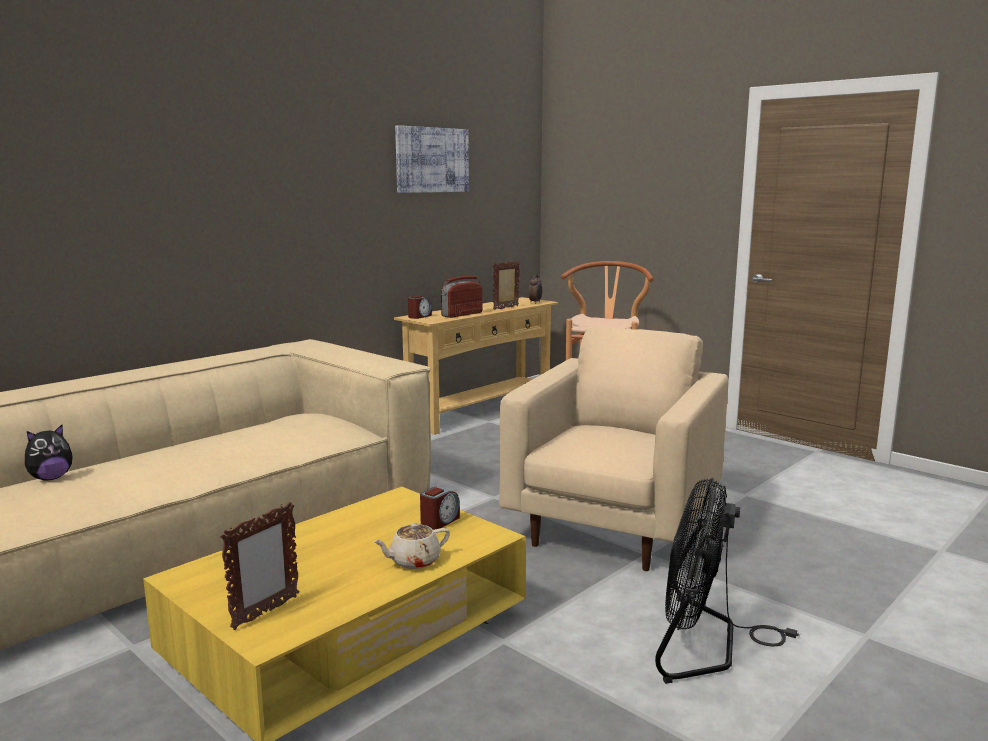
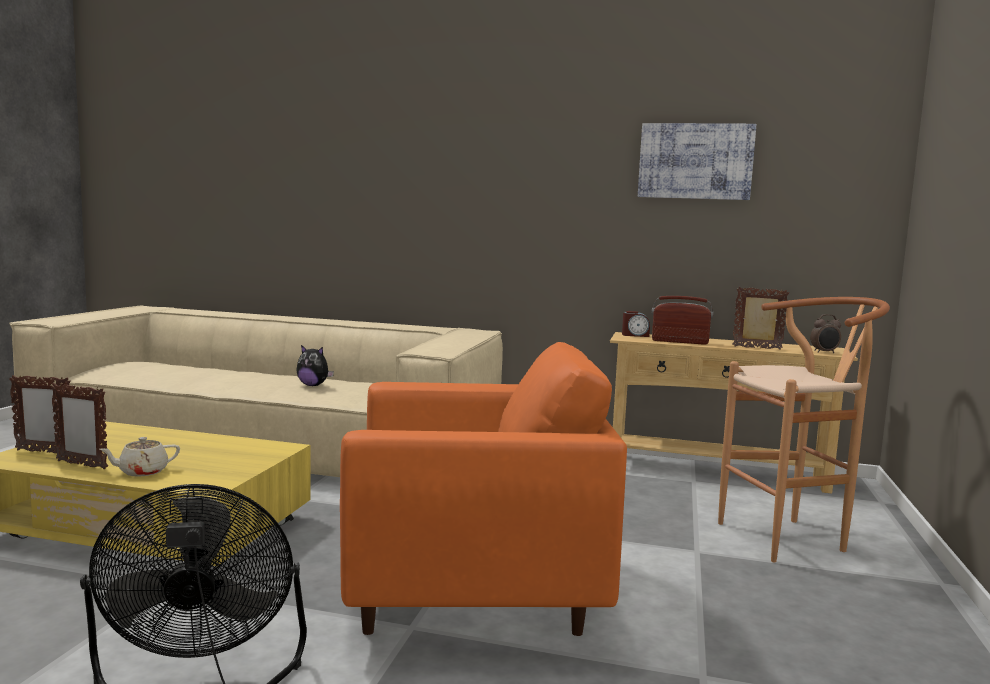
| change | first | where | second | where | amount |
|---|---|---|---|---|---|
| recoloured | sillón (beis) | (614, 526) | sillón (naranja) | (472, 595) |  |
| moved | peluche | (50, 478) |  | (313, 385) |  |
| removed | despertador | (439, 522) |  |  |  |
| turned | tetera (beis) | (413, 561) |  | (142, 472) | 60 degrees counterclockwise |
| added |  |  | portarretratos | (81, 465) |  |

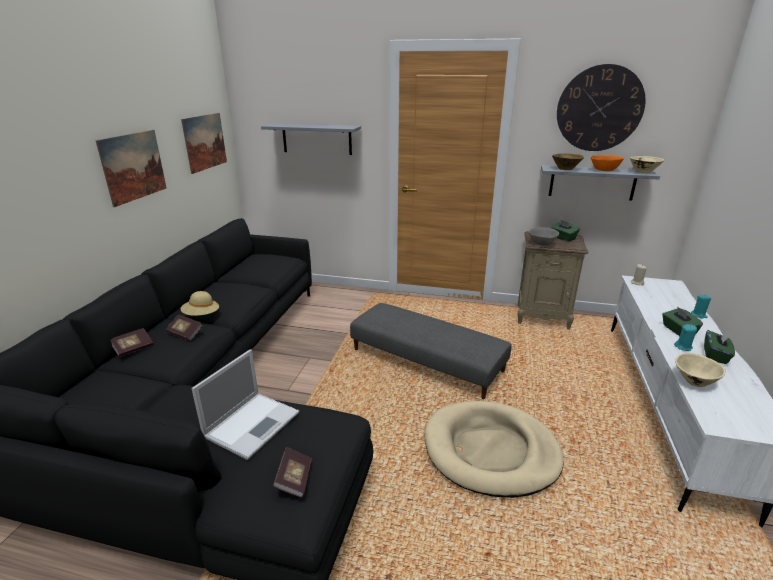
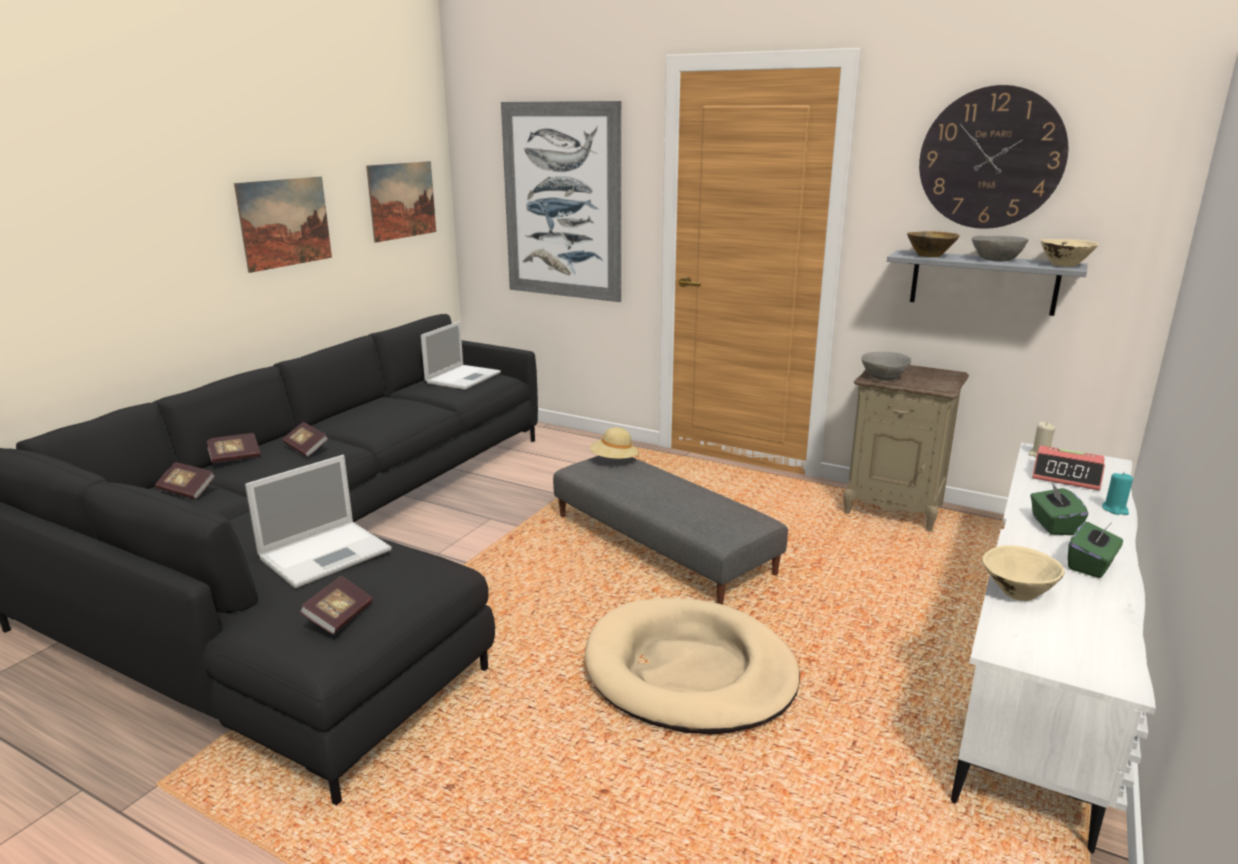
| change | first | where | second | where | amount |
|---|---|---|---|---|---|
| replaced | estante (gris) | (317, 139) | cuadro | (562, 202) |  |
| recoloured | cuenco (naranja) | (604, 170) | cuenco (gris) | (996, 260) |  |
| removed | caja de pañuelos (verde) | (563, 238) |  |  |  |
| moved | sombrero (beis) | (201, 315) |  | (614, 461) |  |
| removed | vela (turquesa) | (683, 347) |  |  |  |
| added |  |  | portátil | (464, 377) |  |
| added |  |  | despertador | (1066, 476) |  |
| added |  |  | libro | (187, 491) |  |

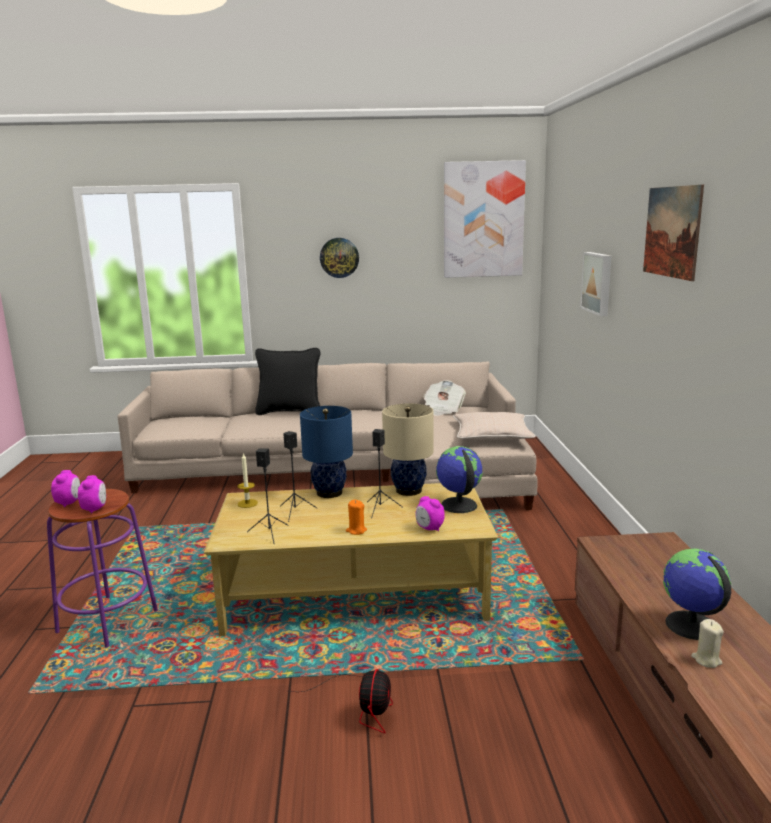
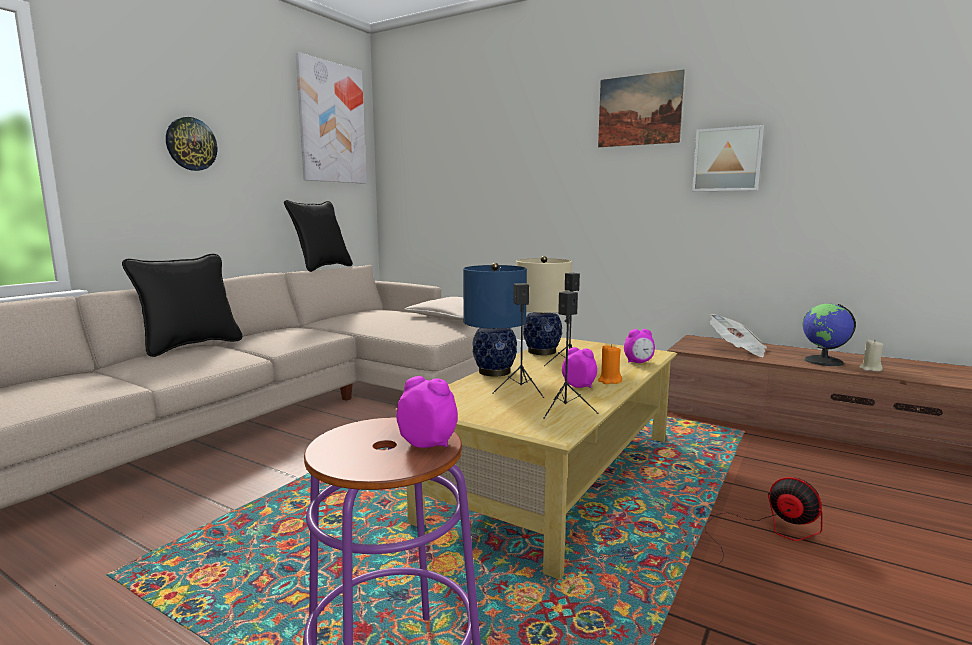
| change | first | where | second | where | amount |
|---|---|---|---|---|---|
| moved | cuadro | (598, 283) |  | (727, 159) |  |
| moved | periódico | (443, 409) |  | (737, 350) |  |
| removed | globo terráqueo | (458, 505) |  |  |  |
| removed | vela | (247, 503) |  |  |  |
| moved | despertador | (69, 503) |  | (579, 386) |  |
| added |  |  | cojín (negro) | (322, 268) |  |

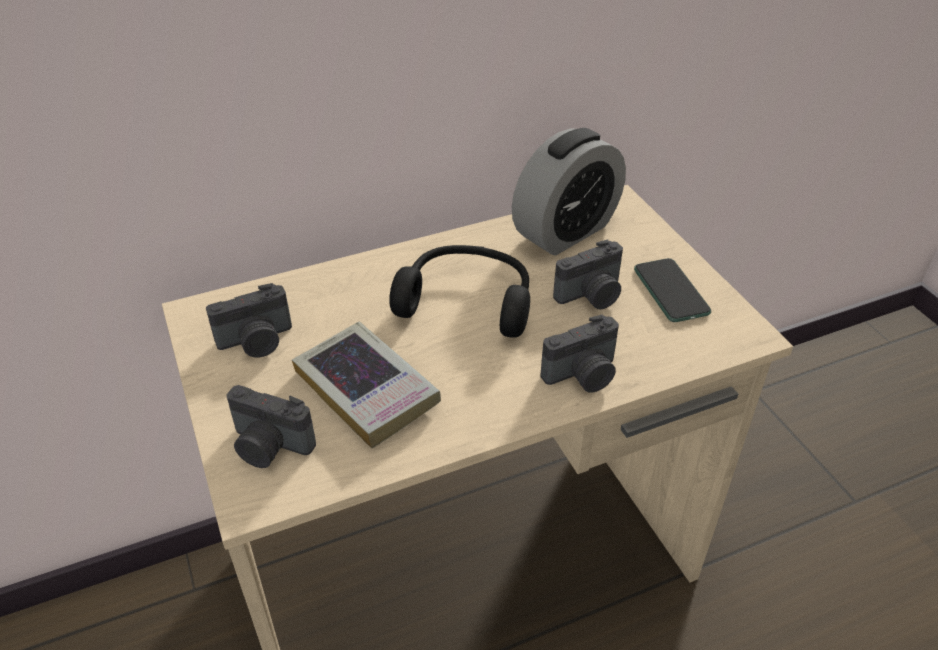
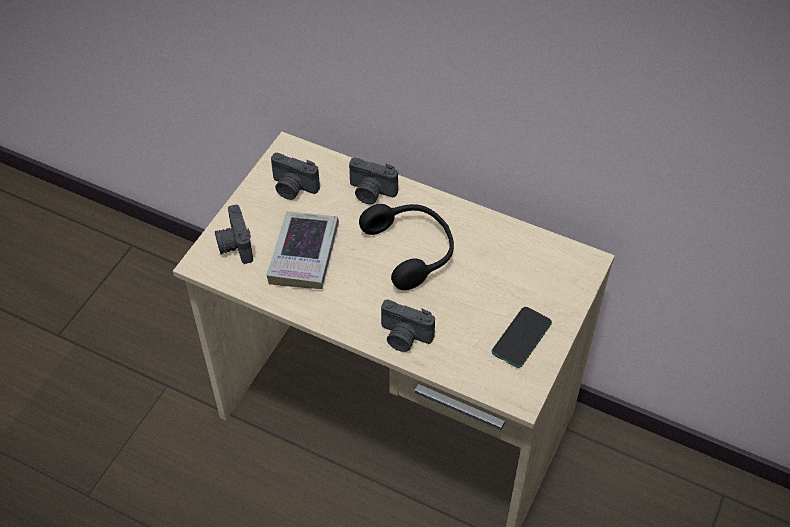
| change | first | where | second | where | amount |
|---|---|---|---|---|---|
| removed | despertador | (565, 231) |  |  |  |
| moved | cámara | (591, 296) |  | (371, 192) |  |

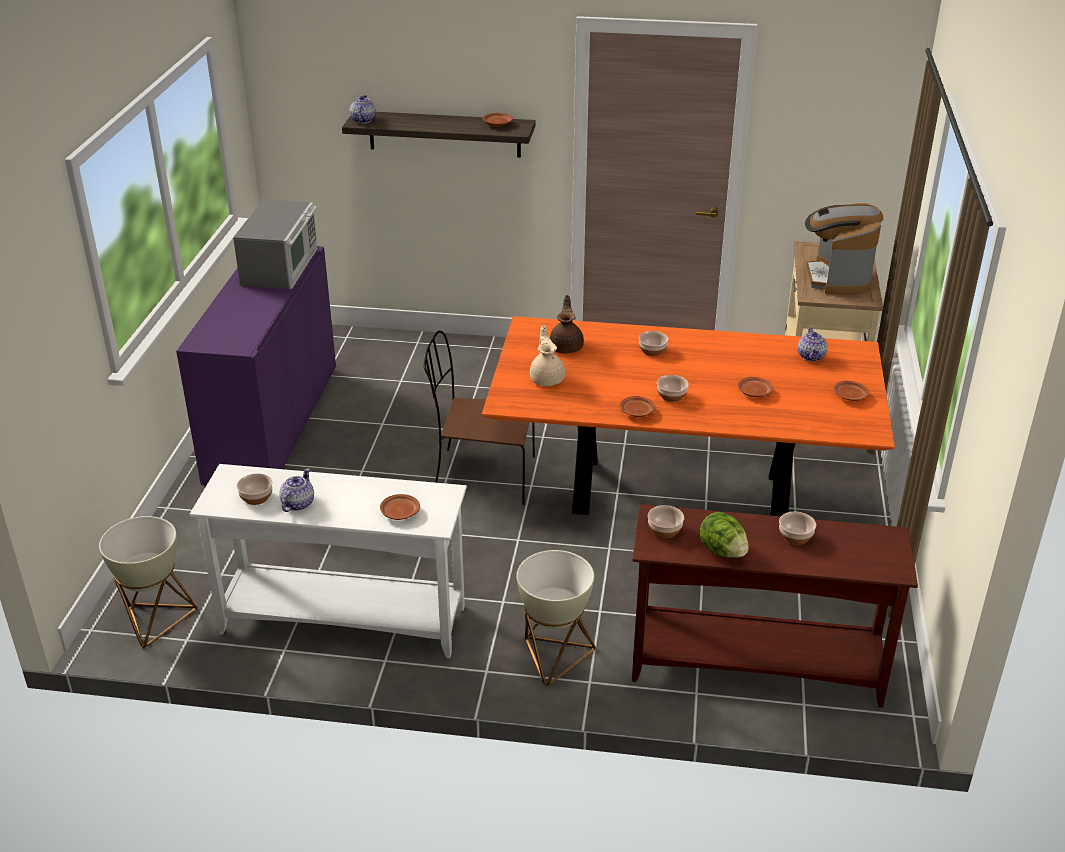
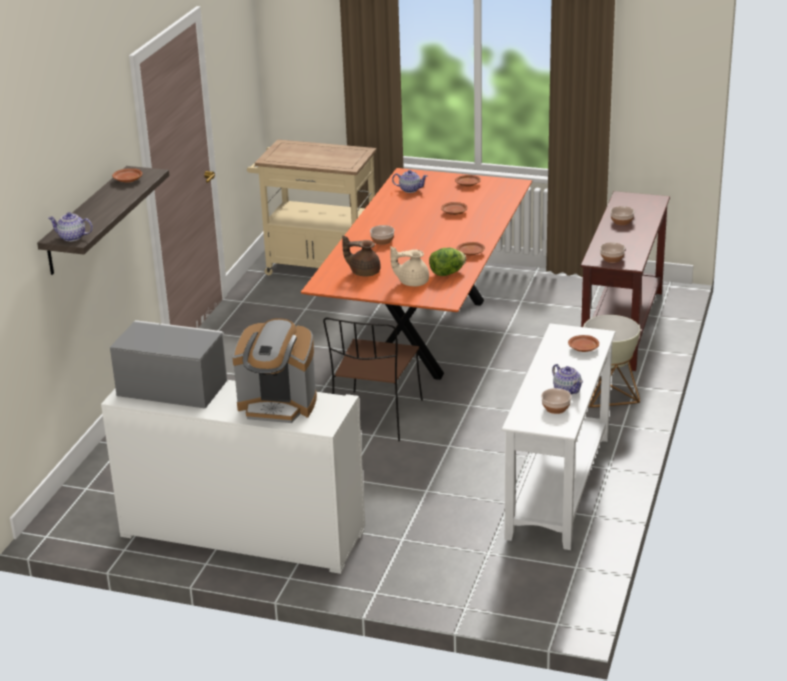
| change | first | where | second | where | amount |
|---|---|---|---|---|---|
| moved | cafetera | (836, 279) |  | (278, 405) |  |
| recoloured | armario (morado) | (273, 423) | armario (blanco) | (242, 532) |  |
| removed | cuenco | (671, 396) |  |  |  |
| turned | tetera | (297, 504) |  | (567, 390) | 150 degrees counterclockwise |
| moved | lechuga | (722, 551) |  | (447, 273) |  |
| removed | maceta | (156, 619) |  |  |  |

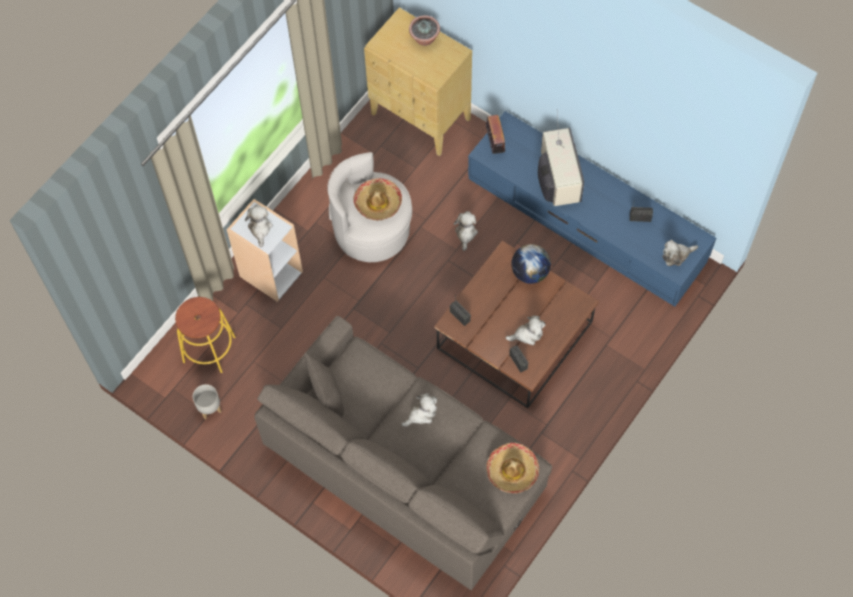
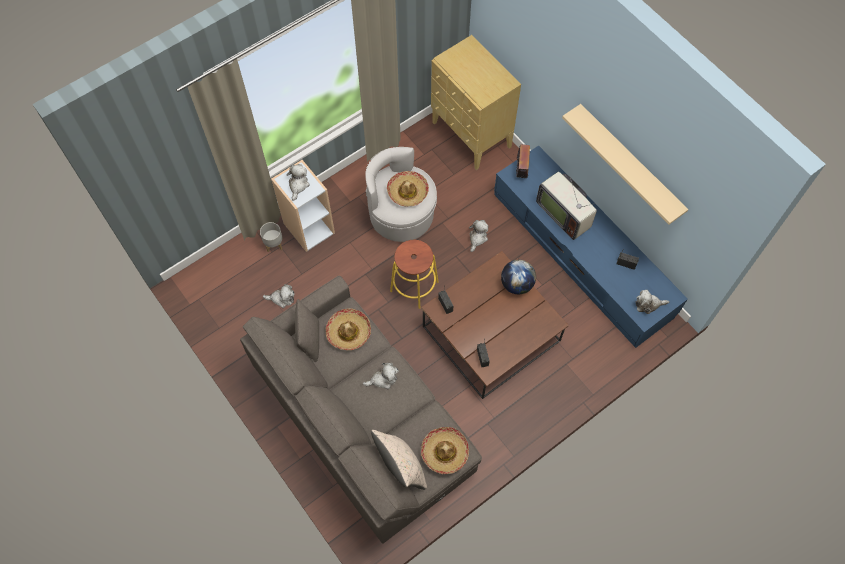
| change | first | where | second | where | amount |
|---|---|---|---|---|---|
| removed | planta en maceta | (424, 39) |  |  |  |
| turned | televisor | (557, 180) |  | (564, 213) | 135 degrees clockwise |
| moved | taburete (amarillo) | (209, 349) |  | (414, 286) |  |
| moved | peluche | (527, 334) |  | (282, 298) |  |
| moved | maceta (gris) | (209, 408) |  | (274, 244) |  |
| added |  |  | estante (beis) | (630, 162) |  |
| added |  |  | sombrero | (348, 332) |  |
| added |  |  | cojín (beis) | (401, 467) |  |

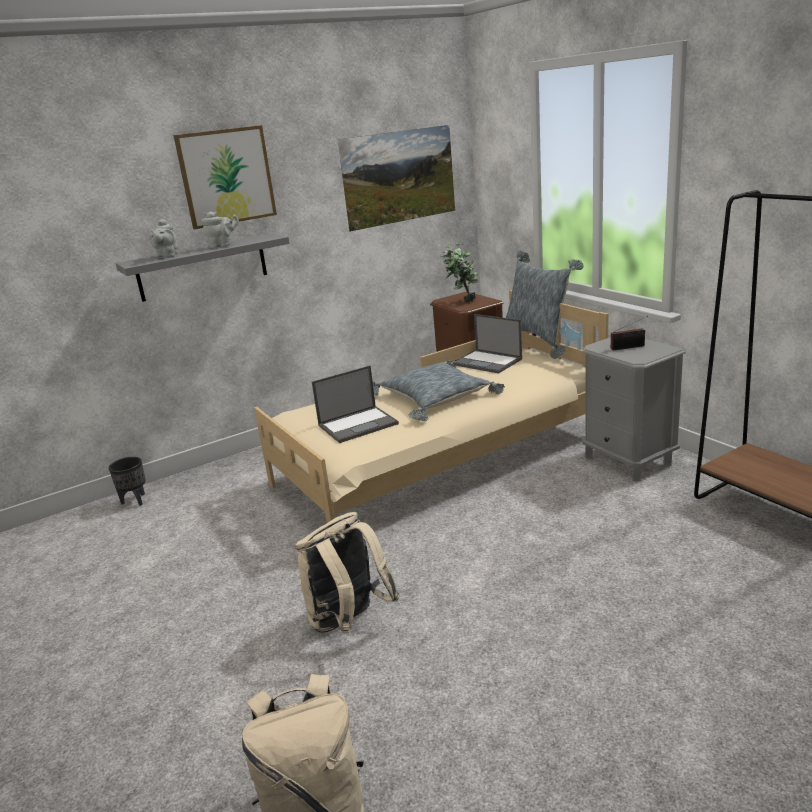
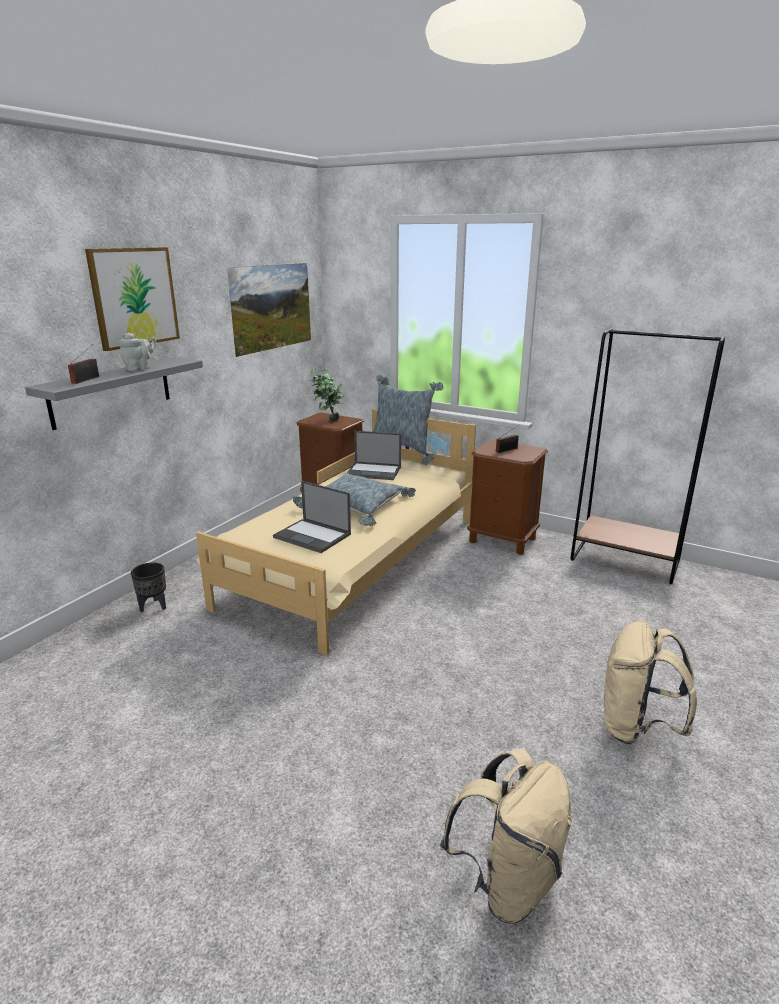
| change | first | where | second | where | amount |
|---|---|---|---|---|---|
| replaced | tetera (gris) | (167, 256) | radio | (87, 379) |  |
| recoloured | mesita de noche (gris) | (628, 460) | mesita de noche (marrón) | (502, 540) |  |
| turned | portátil | (358, 424) |  | (313, 536) | 90 degrees clockwise |
| moved | maceta (negro) | (135, 501) |  | (154, 607) |  |
| moved | mochila (beis) | (349, 622) |  | (636, 727) |  |

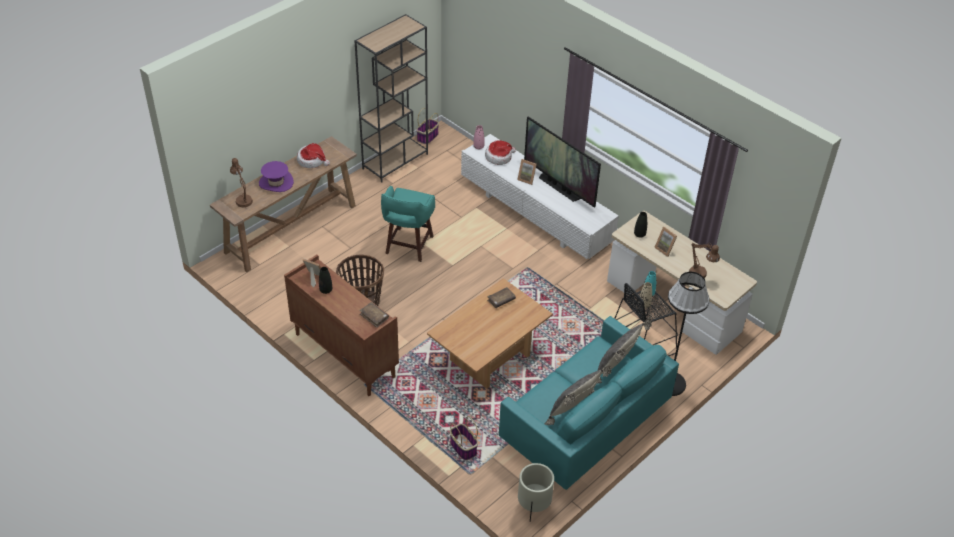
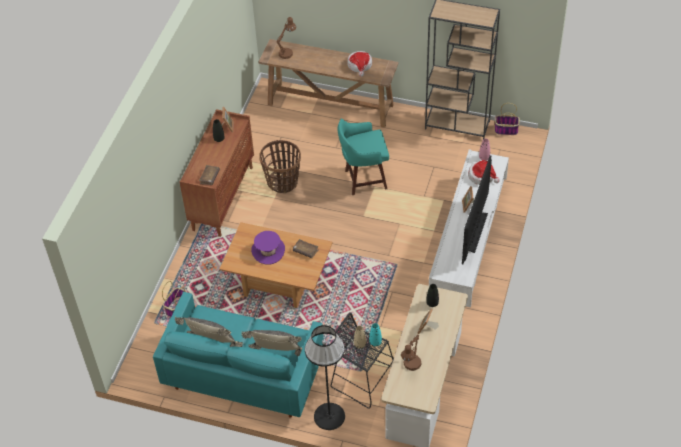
| change | first | where | second | where | amount |
|---|---|---|---|---|---|
| moved | sombrero (morado) | (276, 182) |  | (268, 251) |  |
| removed | maceta (beis) | (533, 507) |  |  |  |

